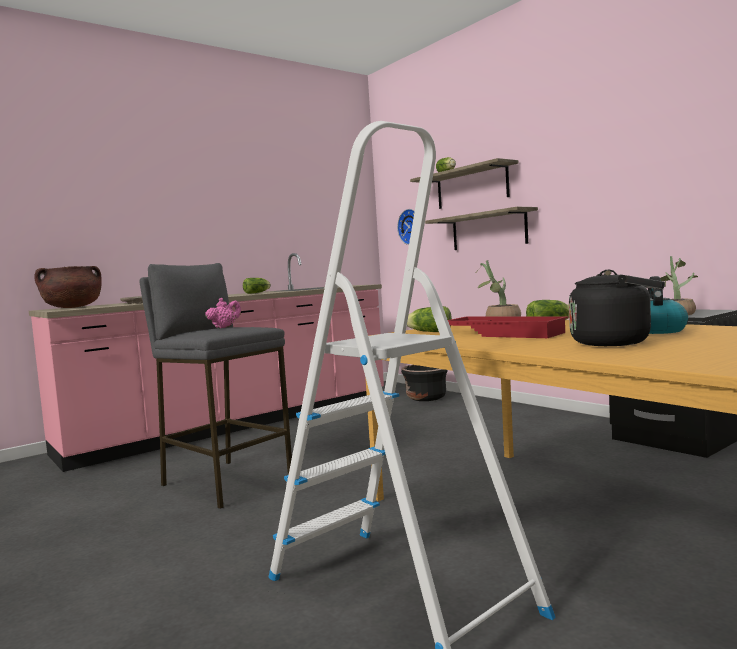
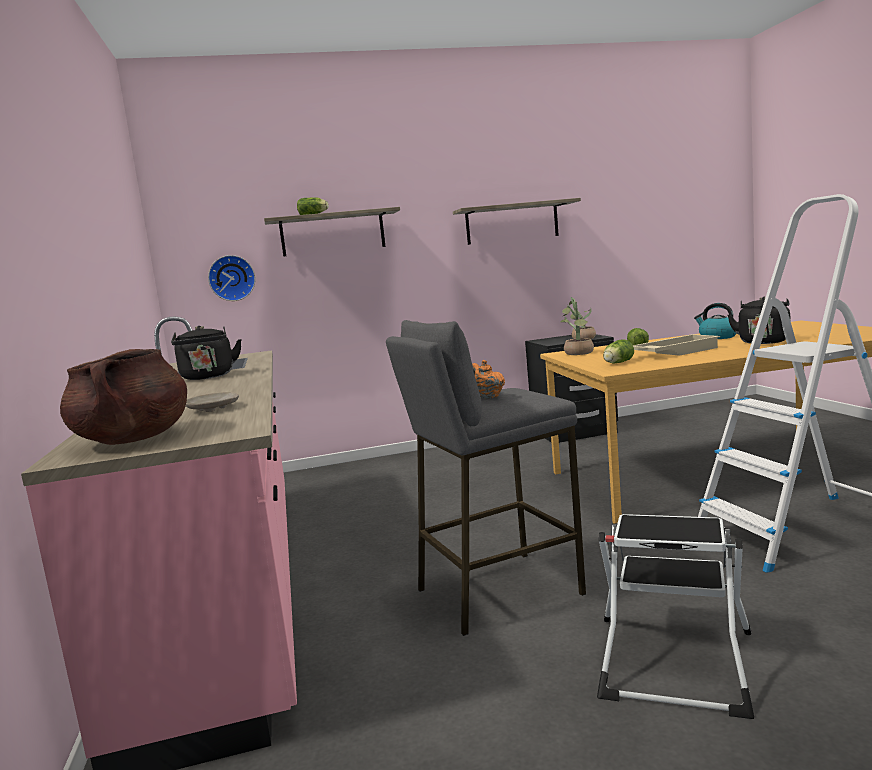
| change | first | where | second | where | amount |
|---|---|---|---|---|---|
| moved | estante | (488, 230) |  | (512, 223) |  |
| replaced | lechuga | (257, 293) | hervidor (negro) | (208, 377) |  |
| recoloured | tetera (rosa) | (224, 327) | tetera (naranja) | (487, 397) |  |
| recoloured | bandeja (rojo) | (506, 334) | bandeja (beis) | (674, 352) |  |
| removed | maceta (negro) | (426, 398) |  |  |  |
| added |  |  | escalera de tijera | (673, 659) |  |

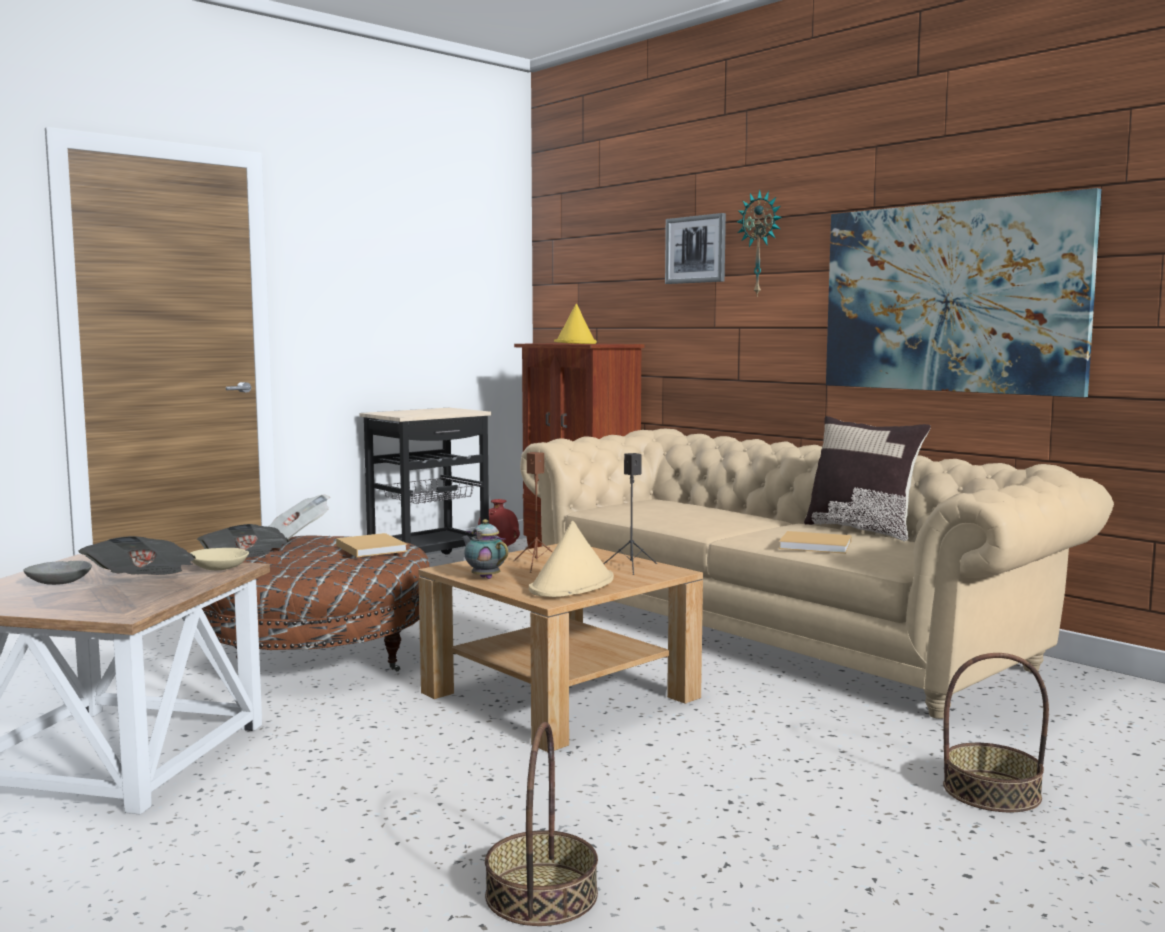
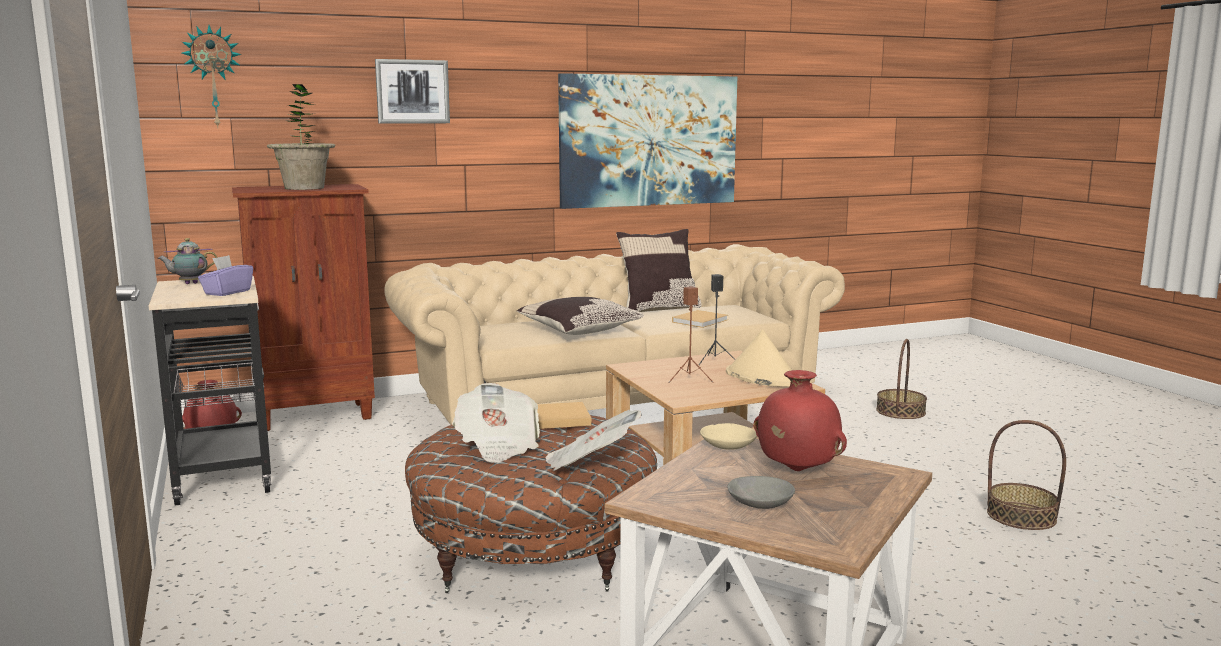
| change | first | where | second | where | amount |
|---|---|---|---|---|---|
| moved | reloj de pared | (761, 243) |  | (213, 77) |  |
| replaced | sombrero (amarillo) | (575, 343) | planta en maceta | (304, 188) |  |
| moved | tetera | (484, 577) |  | (189, 283) |  |
| replaced | periódico | (144, 586) | florero (rojo) | (796, 470) |  |
| added |  |  | caja de pañuelos (morado) | (227, 292) |  |
| added |  |  | cojín | (579, 331) |  |

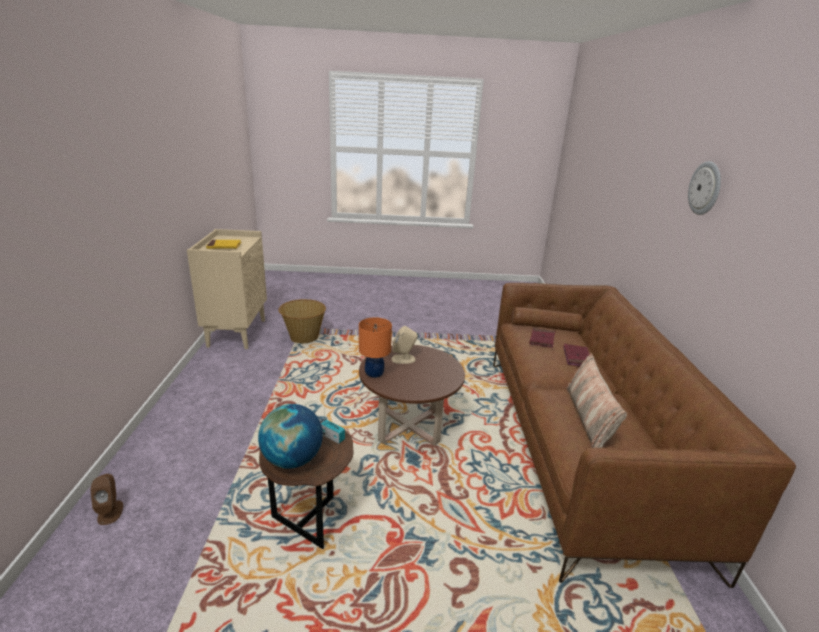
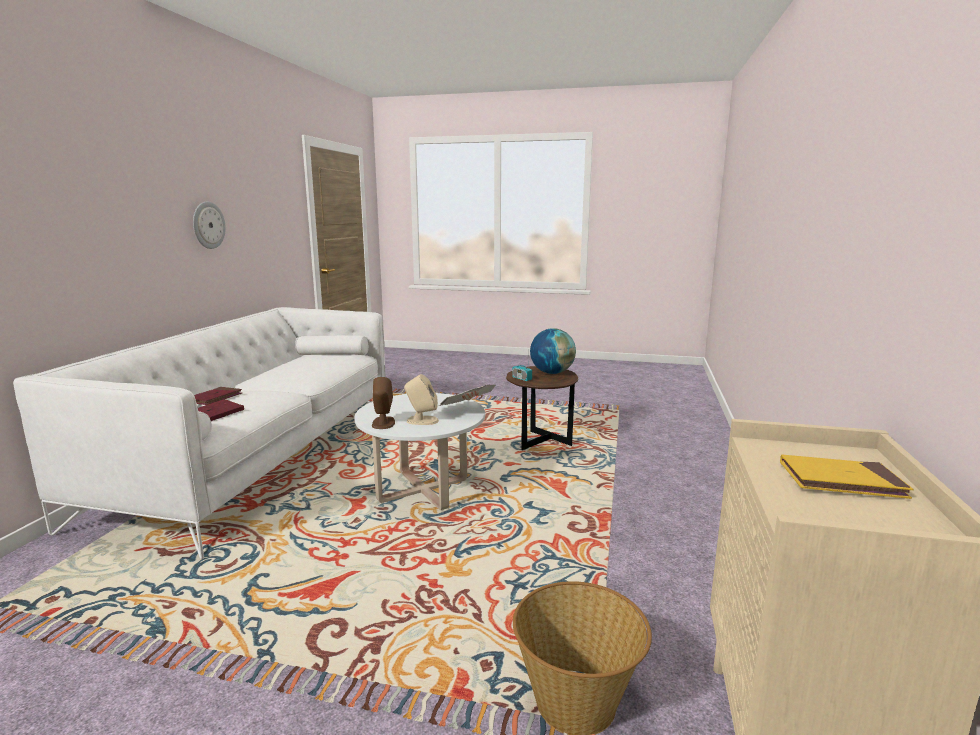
| change | first | where | second | where | amount |
|---|---|---|---|---|---|
| moved | reloj de pared | (705, 188) |  | (208, 225) |  |
| recoloured | sofá (marrón) | (580, 447) | sofá (blanco) | (256, 459) |  |
| replaced | lámpara de mesa (naranja) | (375, 374) | periódico | (467, 410) |  |
| recoloured | mesa de centro (marrón) | (408, 426) | mesa de centro (blanco) | (423, 490) |  |
| removed | cojín | (588, 419) |  |  |  |
| moved | altavoz (marrón) | (110, 512) |  | (383, 423) |  |

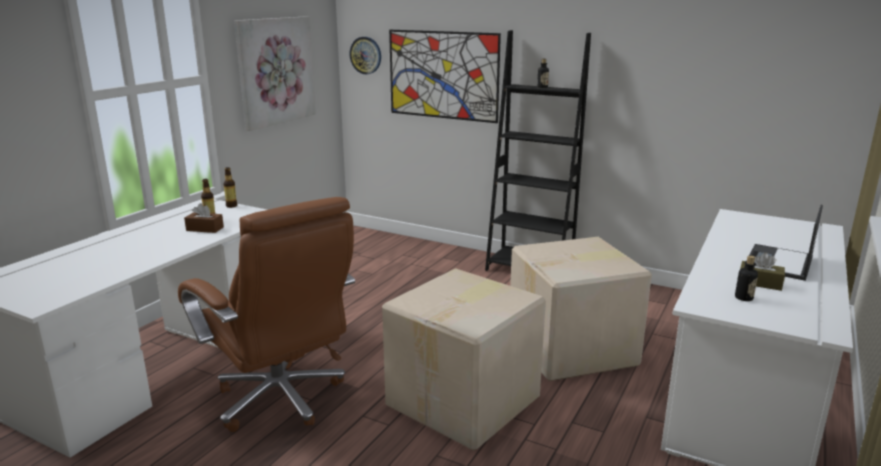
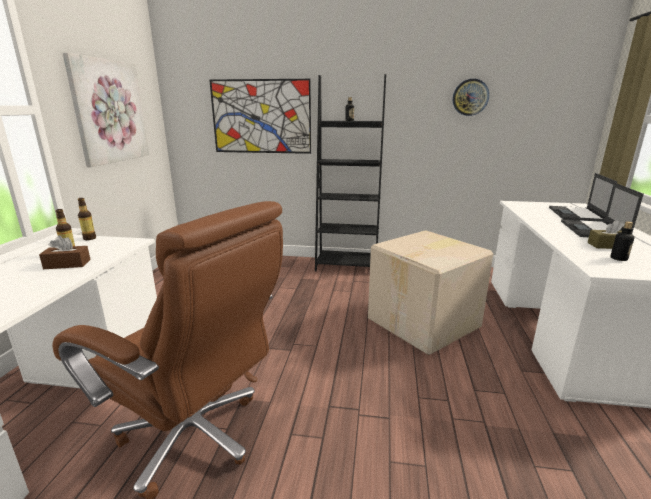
| change | first | where | second | where | amount |
|---|---|---|---|---|---|
| moved | reloj de pared | (366, 55) |  | (470, 97) |  |
| removed | caja de cartón | (465, 401) |  |  |  |
| added |  |  | portátil | (576, 214) |  |

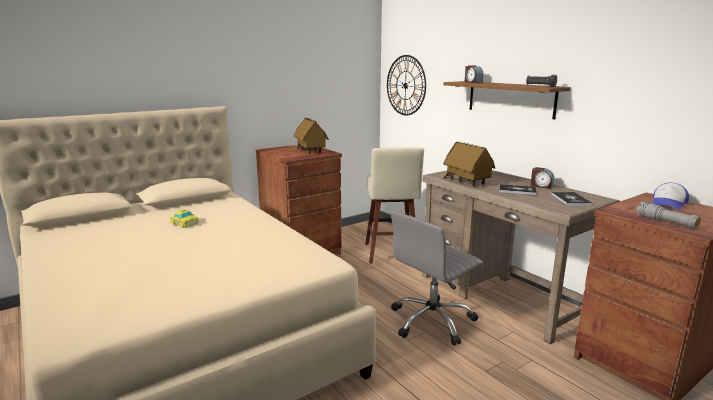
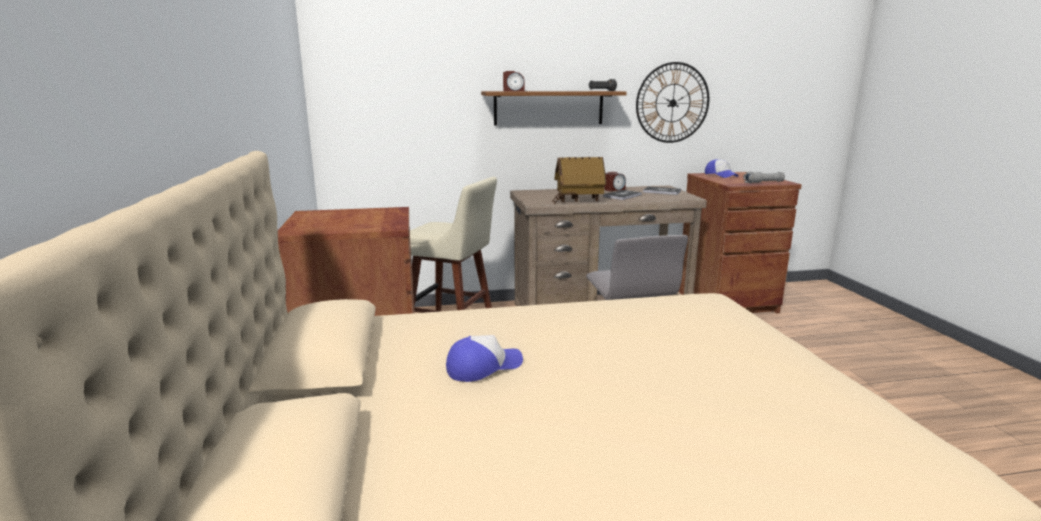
| change | first | where | second | where | amount |
|---|---|---|---|---|---|
| moved | reloj de pared | (405, 85) |  | (672, 103) |  |
| removed | casita | (310, 151) |  |  |  |
| replaced | coche de juguete | (184, 223) | gorra | (483, 367) |  |

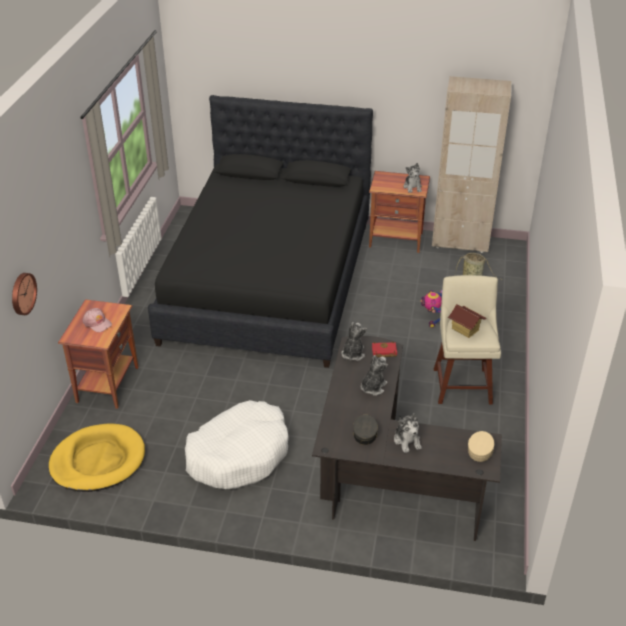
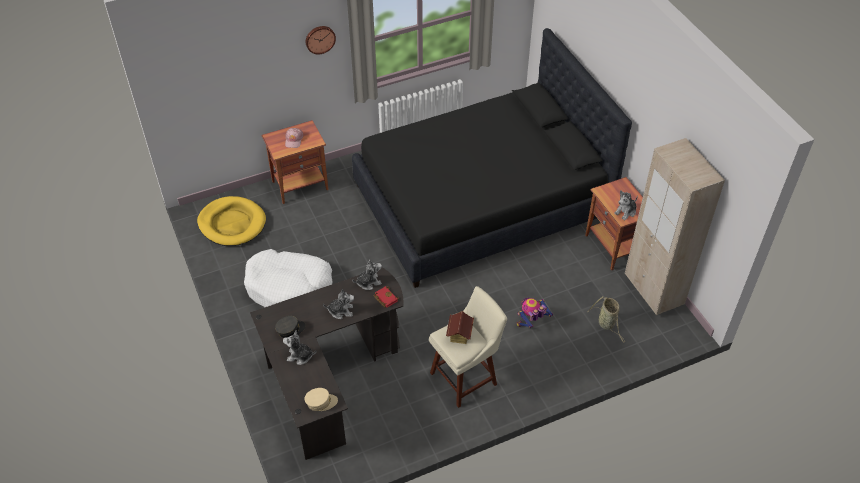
| change | first | where | second | where | amount |
|---|---|---|---|---|---|
| moved | reloj de pared | (22, 293) |  | (320, 39) |  |
| turned | peluche | (407, 440) |  | (300, 356) | 60 degrees clockwise |

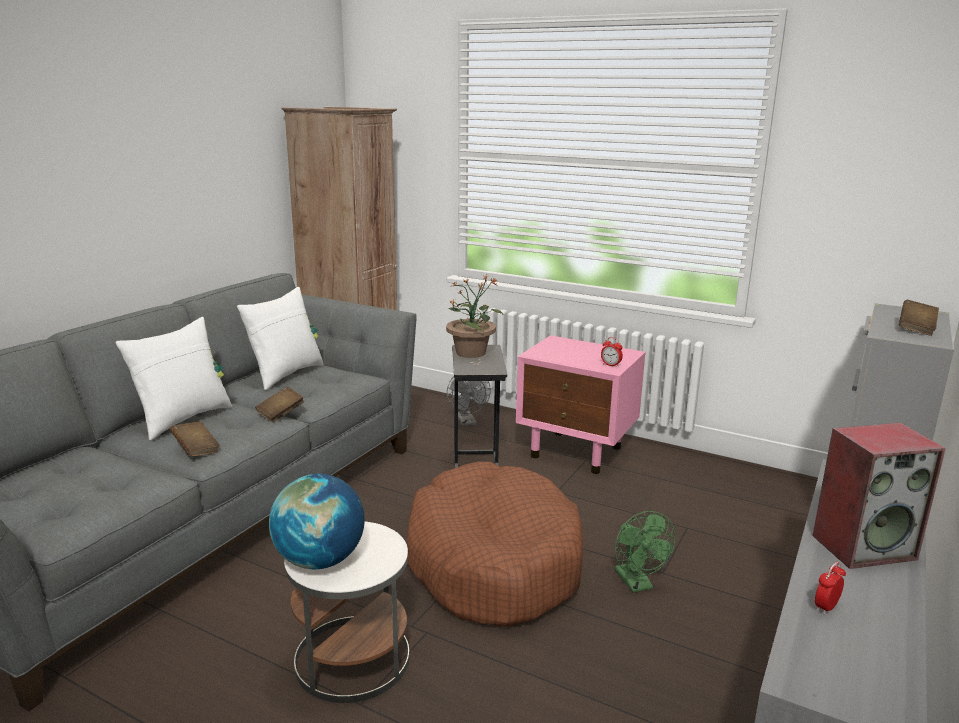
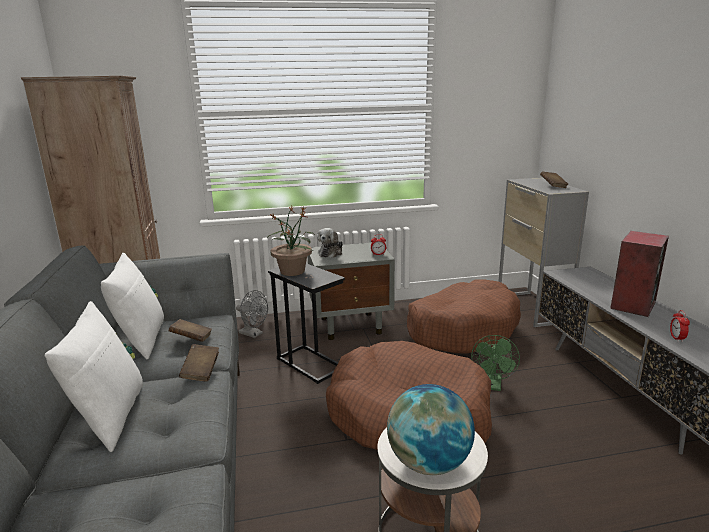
| change | first | where | second | where | amount |
|---|---|---|---|---|---|
| recoloured | mesita de noche (rosa) | (577, 452) | mesita de noche (gris) | (351, 325) |  |
| moved | libro (marrón) | (196, 450) |  | (192, 339) |  |
| turned | ventilador (verde) | (637, 584) |  | (493, 386) | 75 degrees clockwise |
| added |  |  | peluche | (331, 253) |  |
| added |  |  | cama para perro (marrón) | (462, 329) |  |

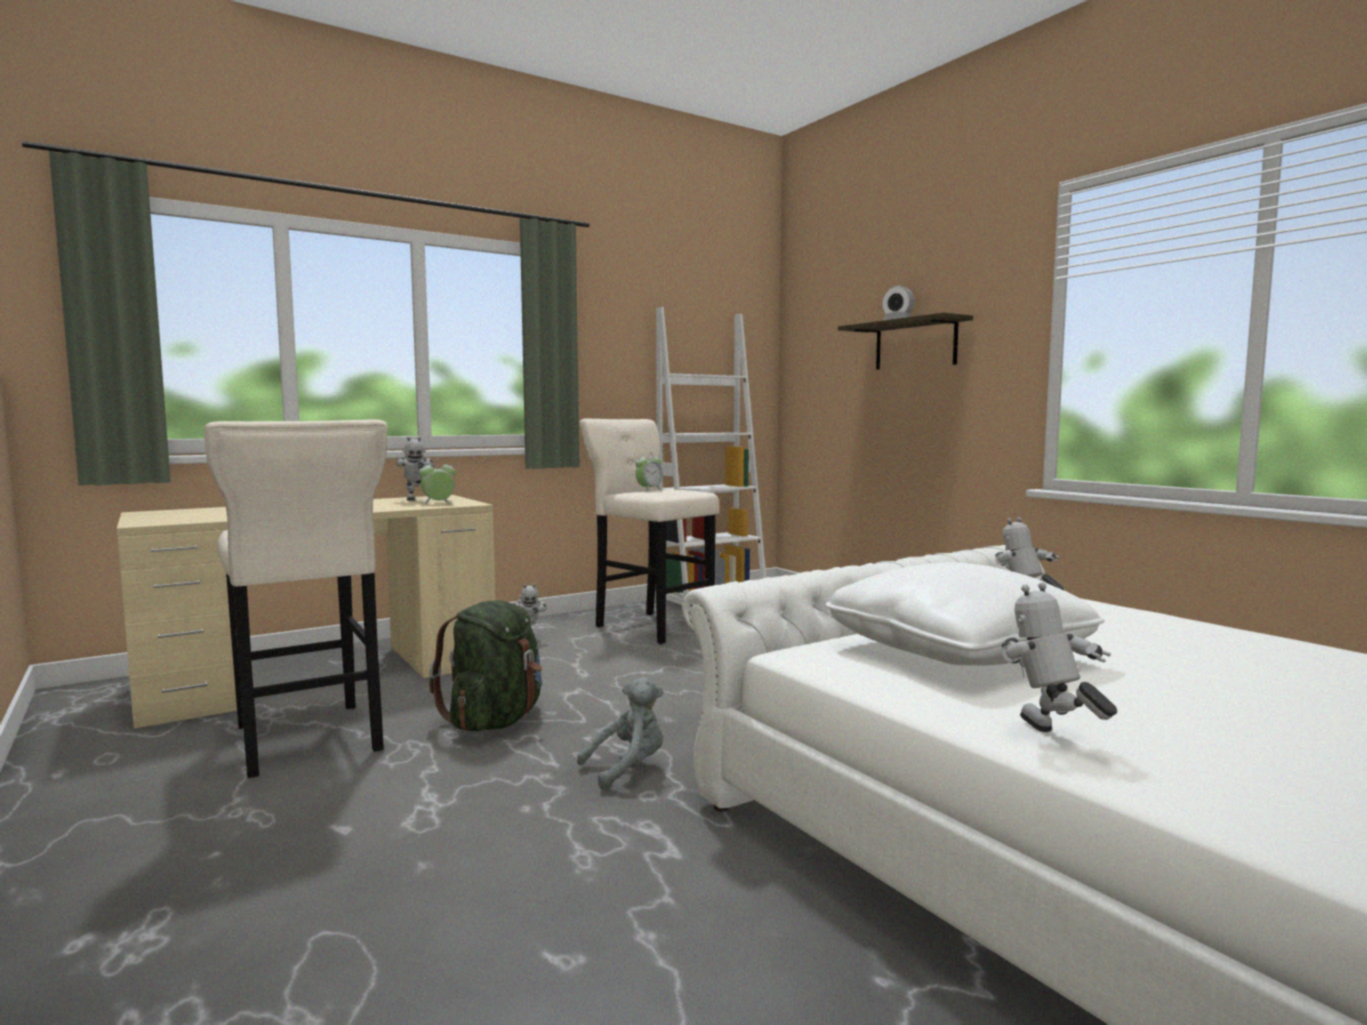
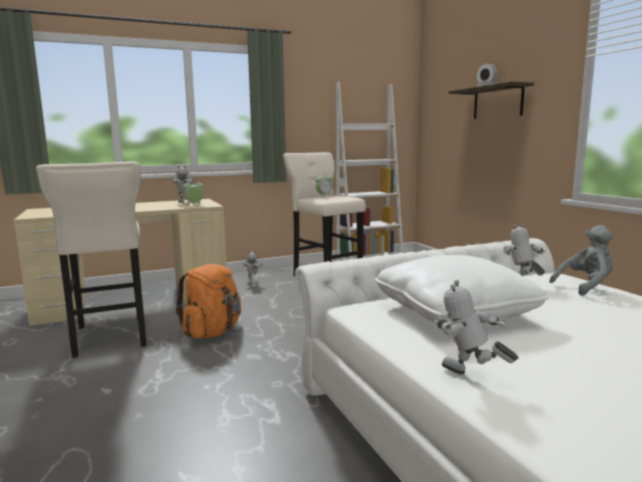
| change | first | where | second | where | amount |
|---|---|---|---|---|---|
| turned | robot de juguete | (1050, 737) |  | (469, 377) | 45 degrees counterclockwise |
| recoloured | mochila (verde) | (495, 721) | mochila (naranja) | (212, 332) |  |
| moved | peluche (gris) | (628, 769) |  | (585, 286) |  |

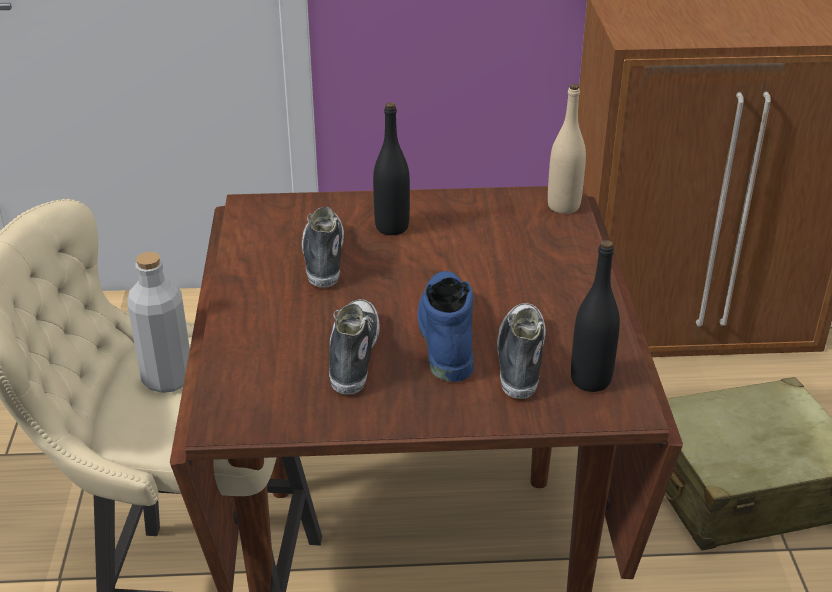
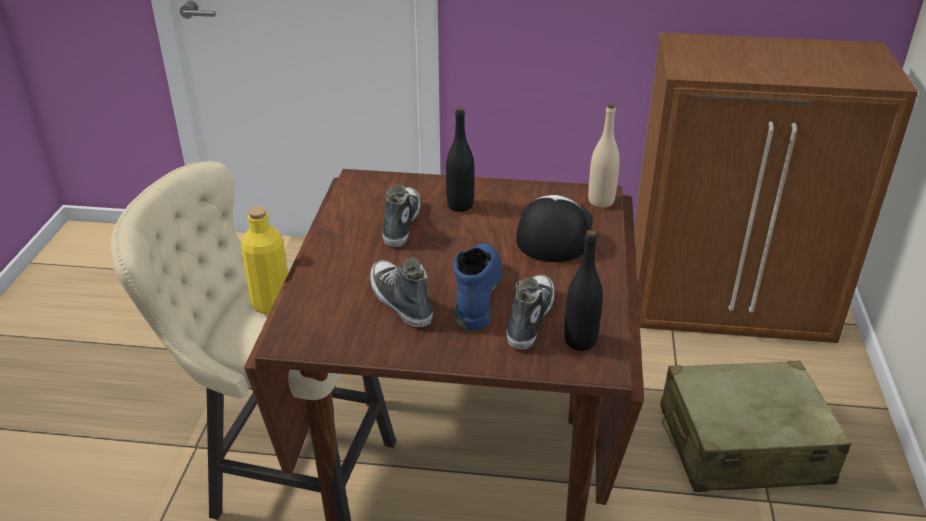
| change | first | where | second | where | amount |
|---|---|---|---|---|---|
| recoloured | botella (gris) | (167, 378) | botella (amarillo) | (271, 304) |  |
| turned | zapato | (352, 355) |  | (400, 301) | 45 degrees counterclockwise |
| added |  |  | gorra | (554, 232) |  |

